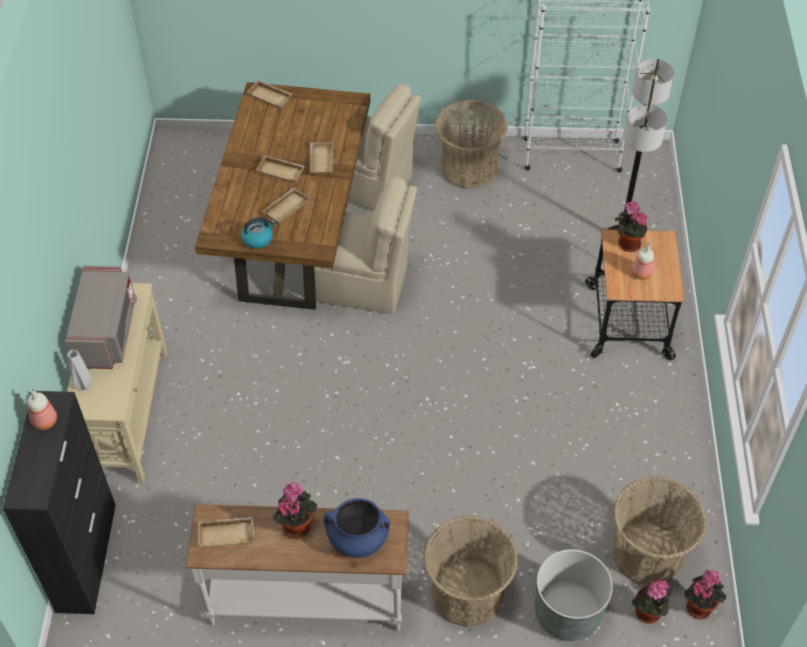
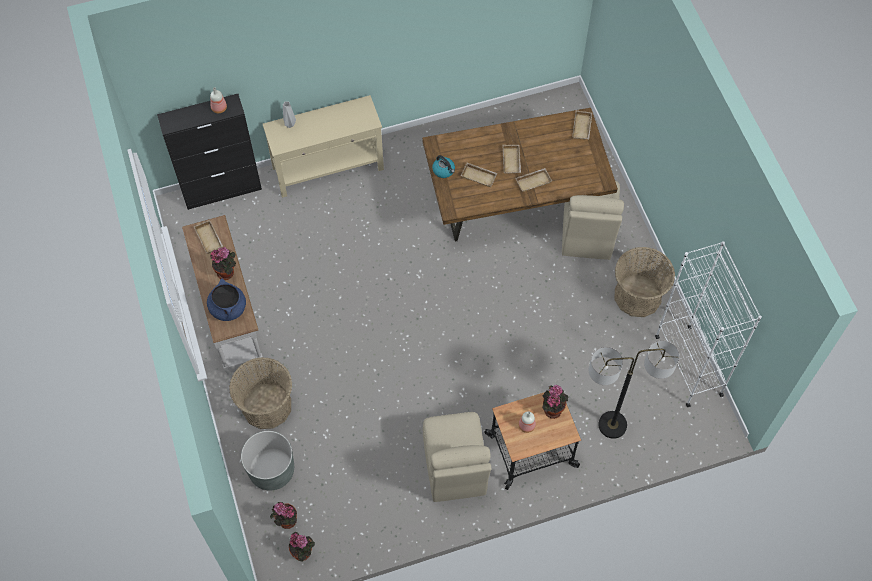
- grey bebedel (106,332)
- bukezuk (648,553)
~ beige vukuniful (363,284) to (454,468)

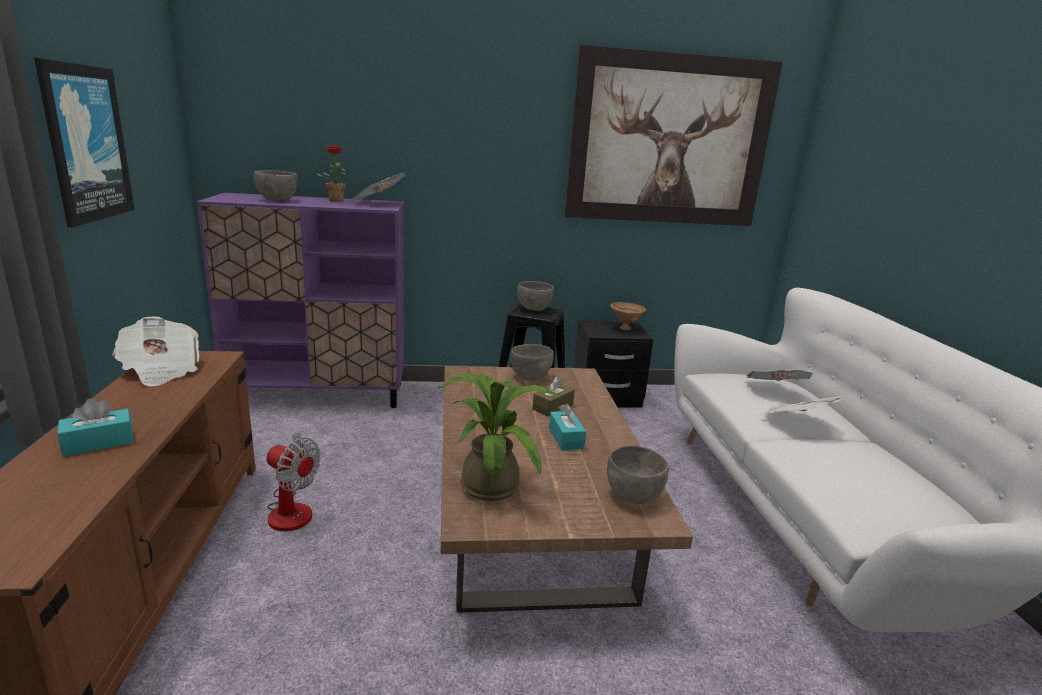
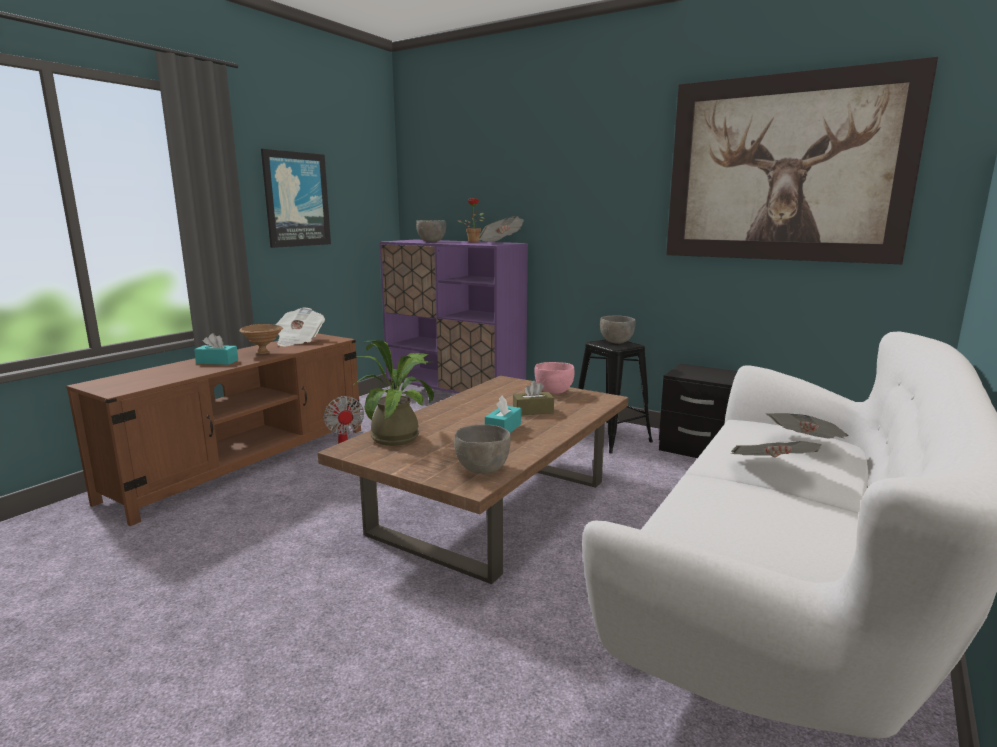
~ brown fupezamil (625,328) to (264,352)
~ grey fupezamil (530,377) to pink fupezamil (554,392)

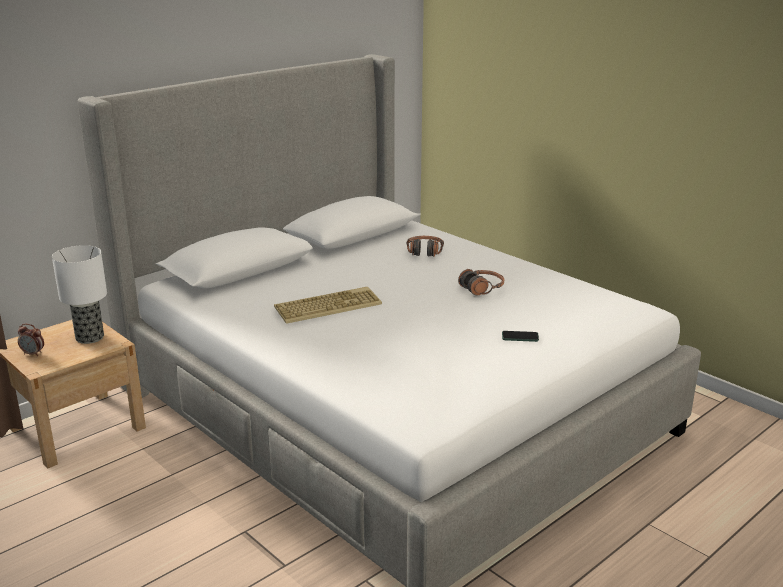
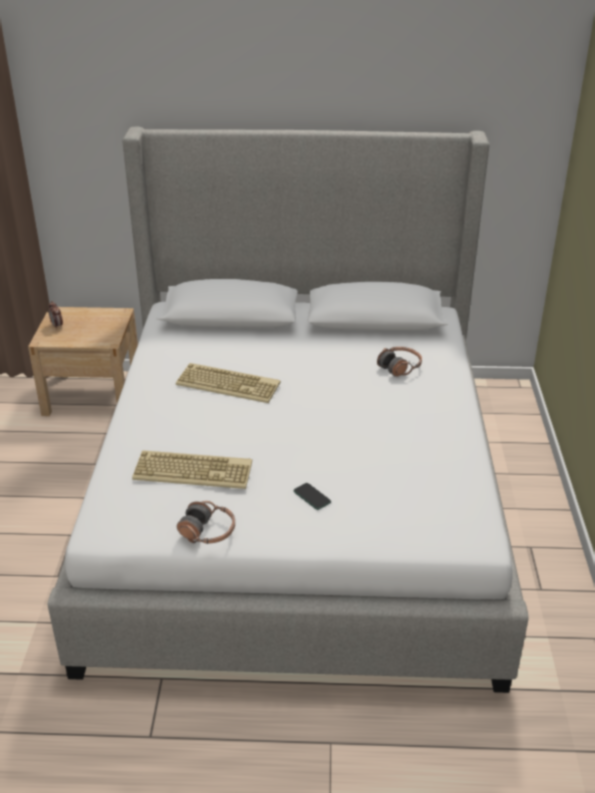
- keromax (90,338)
+ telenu (194,470)
~ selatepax (481,288) to (208,532)

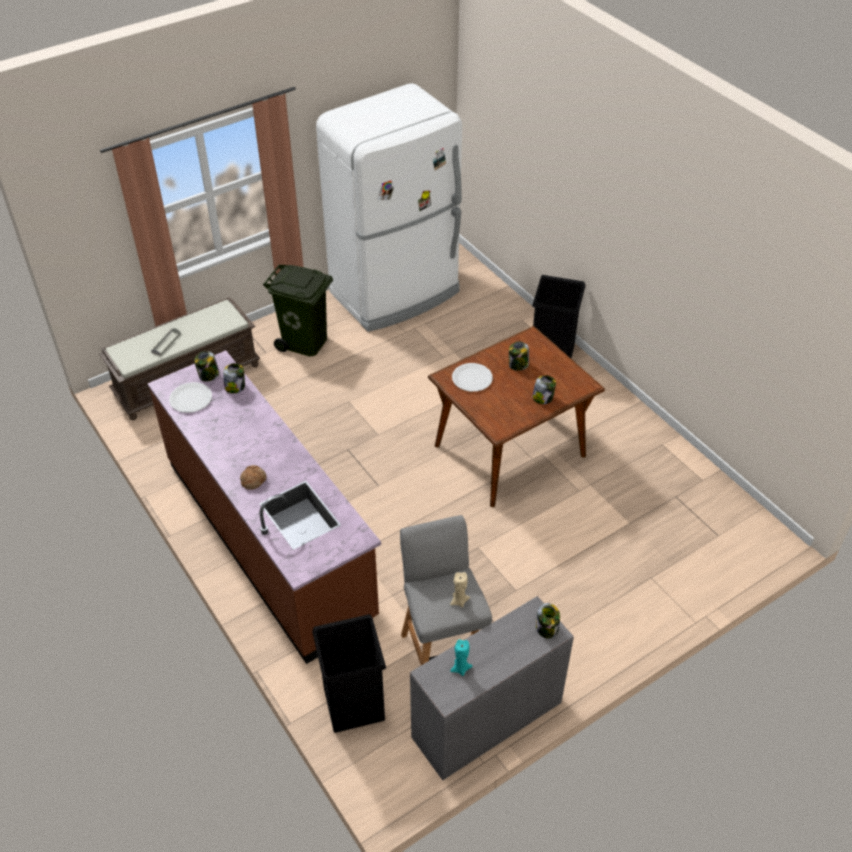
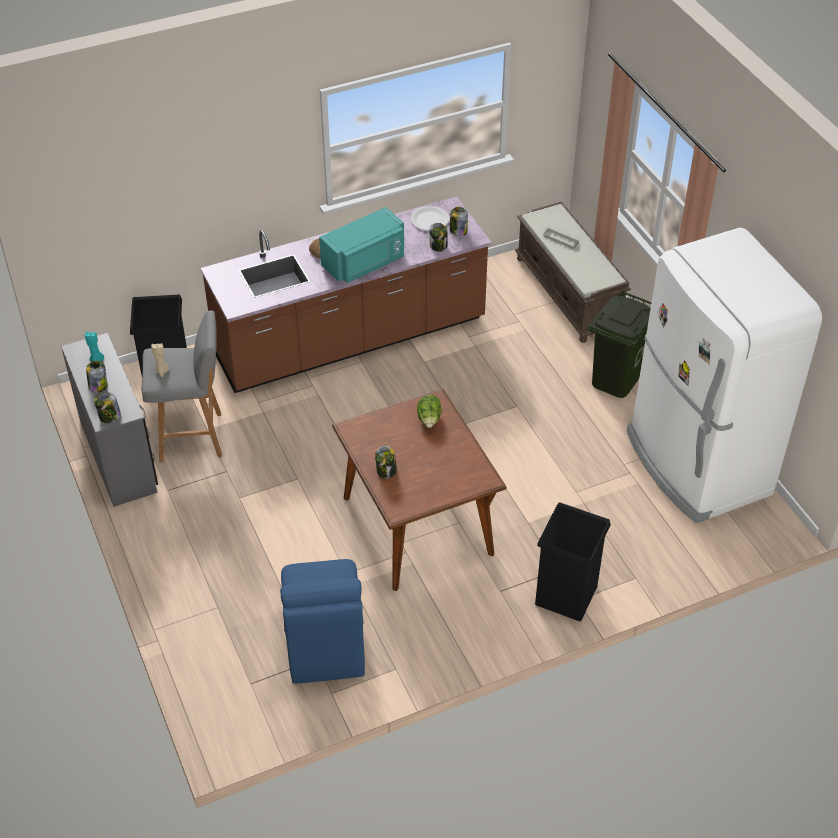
+ blue vukuniful (324,645)
+ turquoise bebedel (365,263)
~ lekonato (518,365) to (98,385)
~ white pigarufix (472,378) to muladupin (429,420)

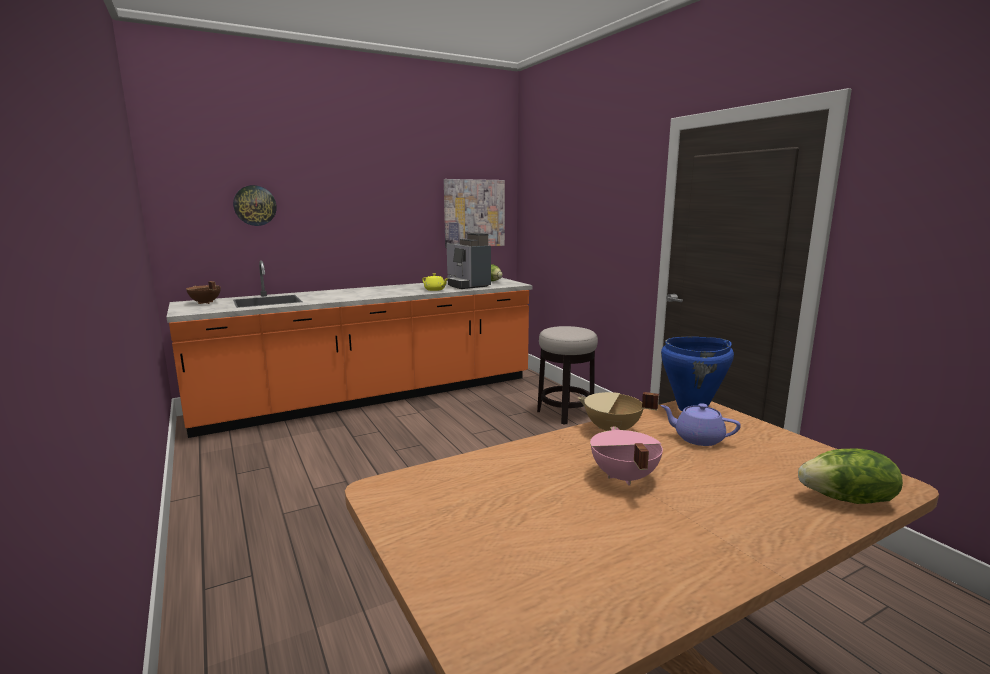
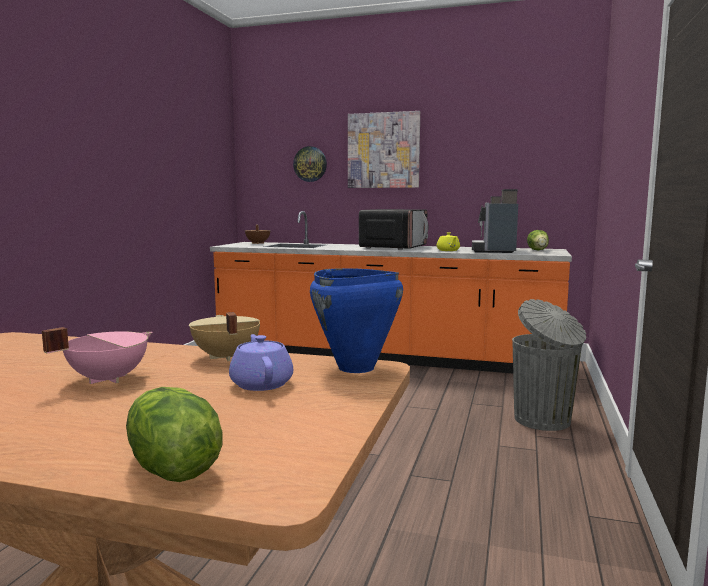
+ bebedel (394,247)
~ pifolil (474,213) to (383,150)
~ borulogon (565,413) to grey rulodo (543,420)

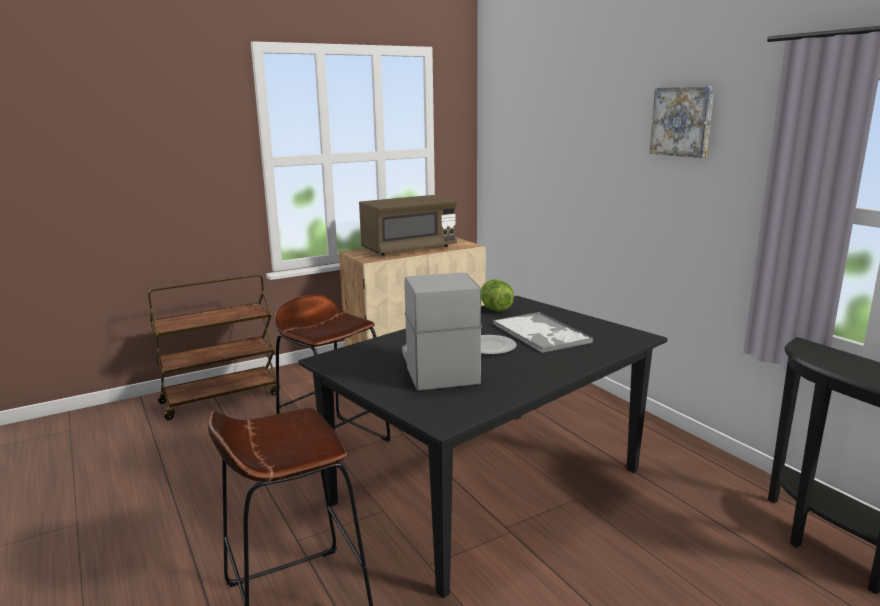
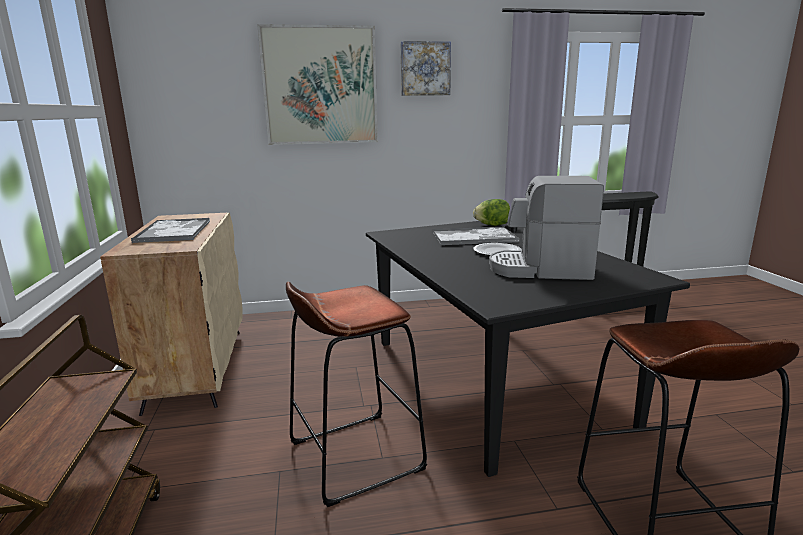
+ pifolil (320,86)
~ muladupin (495,309) to (492,225)
~ brown bebedel (409,249) to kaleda (174,231)

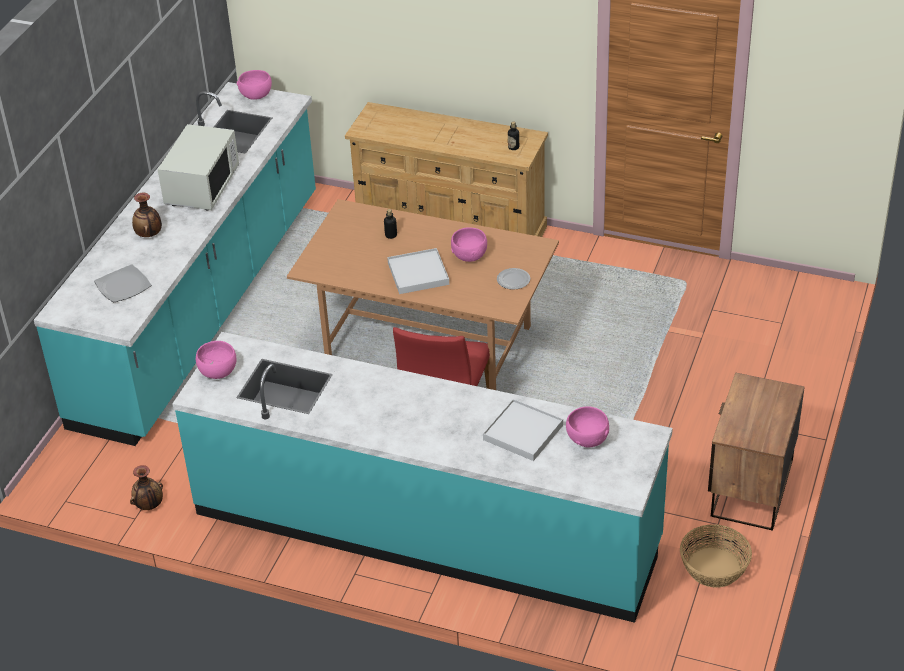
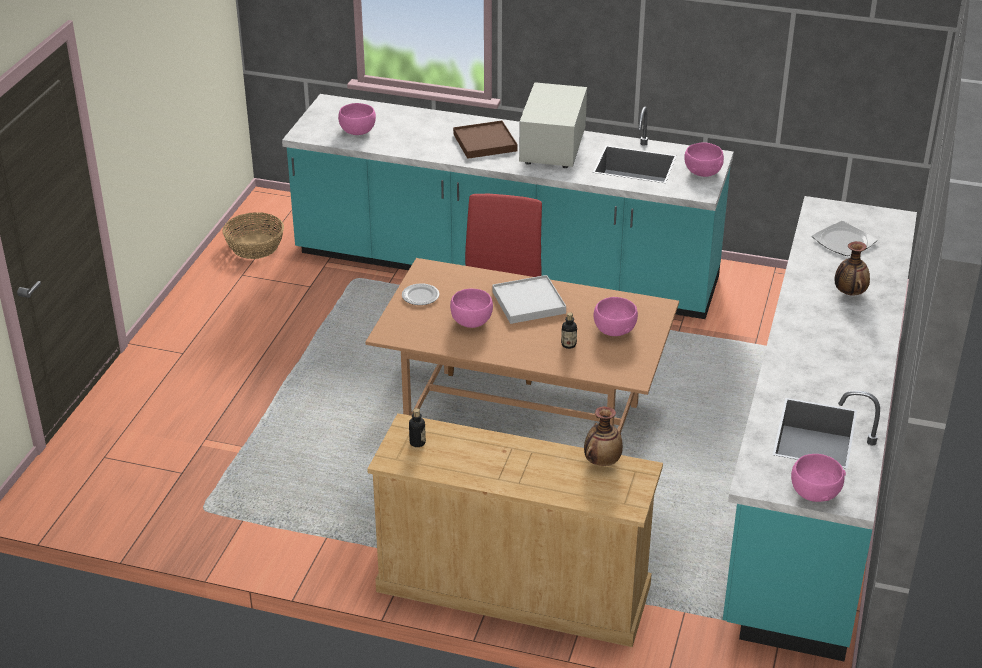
- white kaleda (522,432)
- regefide (749,488)
+ brown kaleda (485,143)
+ pink fupezamil (614,330)
~ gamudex (149,505) to (602,461)
~ white bebedel (202,187) to (553,148)

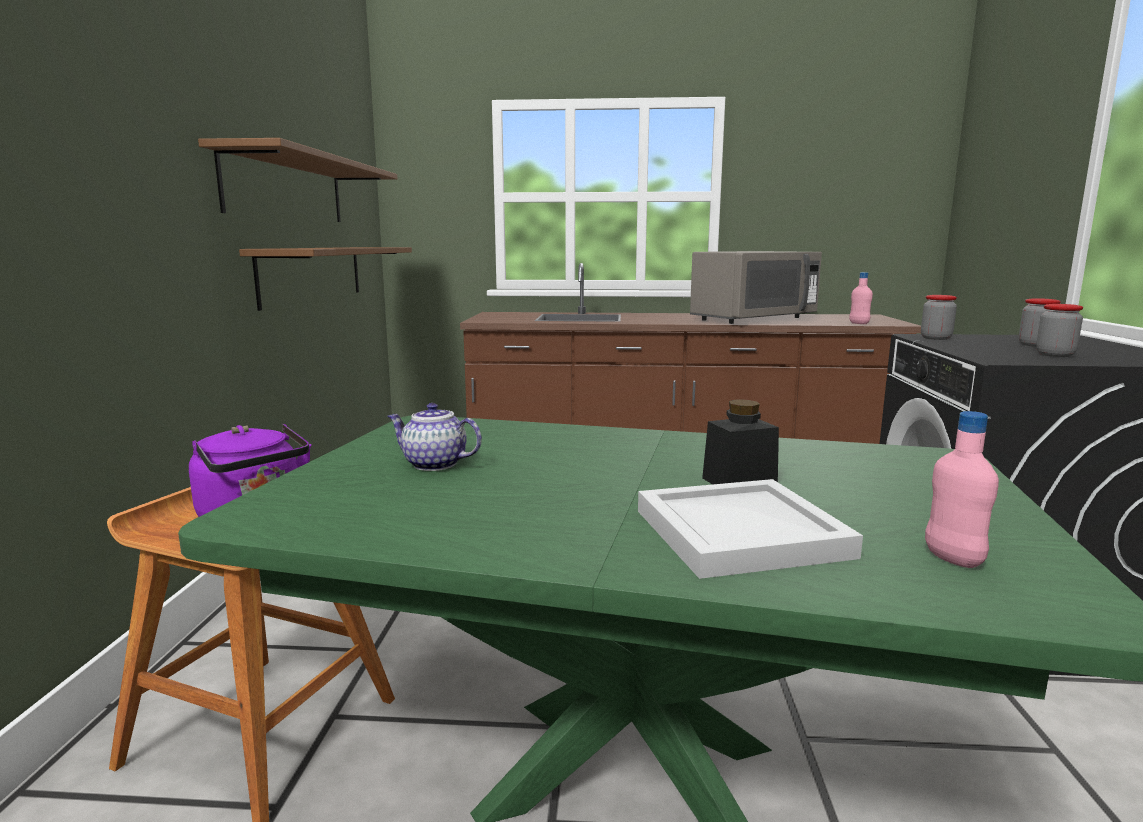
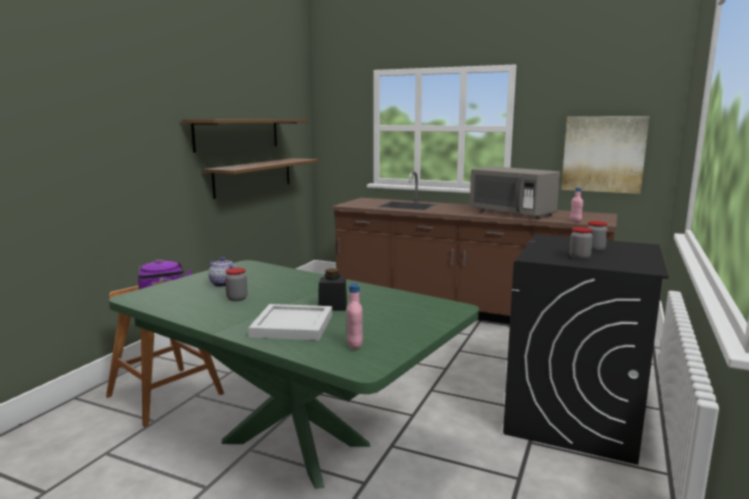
+ pifolil (603,154)
~ lekonato (936,338) to (237,298)
~ grey bebedel (753,319) = (512,213) 60 degrees clockwise

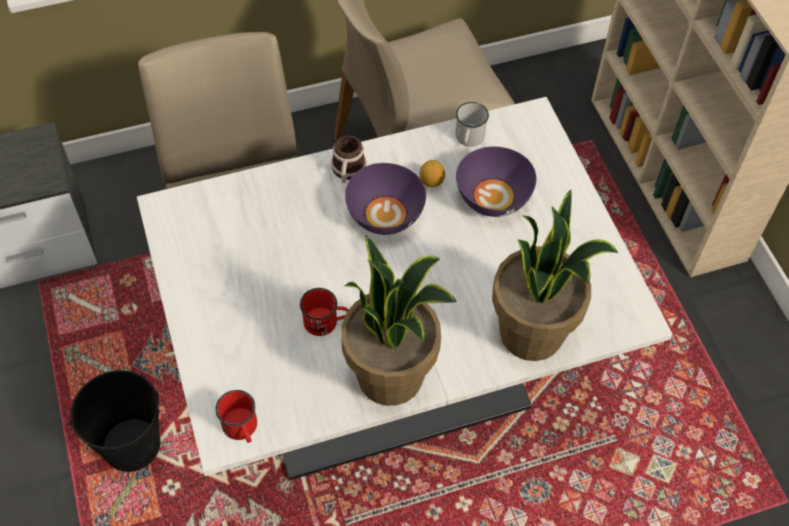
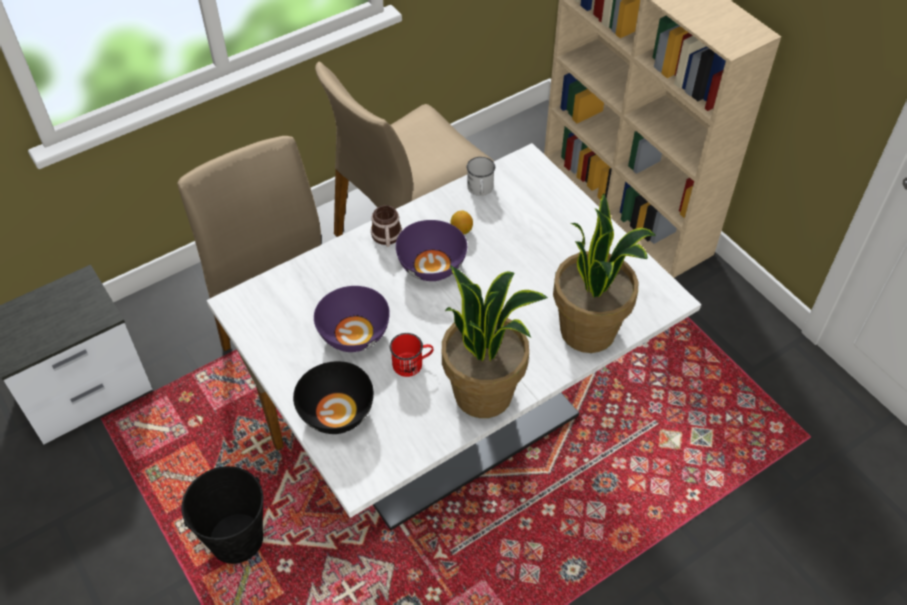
- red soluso (242,429)
+ black fupezamil (336,413)
~ purple fupezamil (492,198) to (353,334)

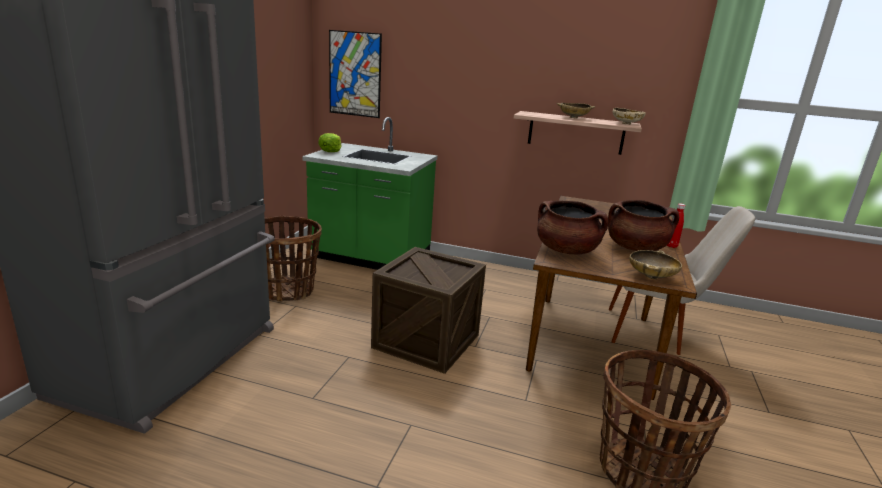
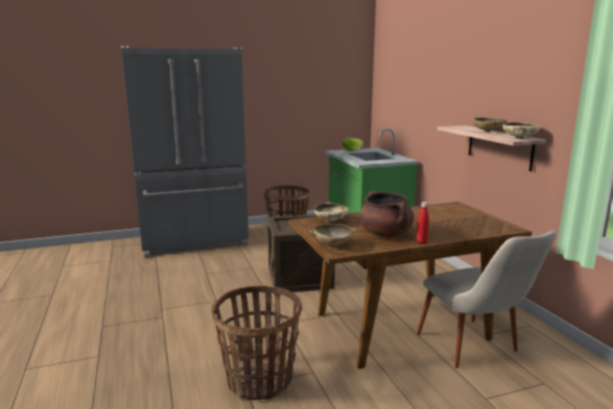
- pifolil (355,74)
~ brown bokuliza (566,250) to beige fupezamil (331,221)

